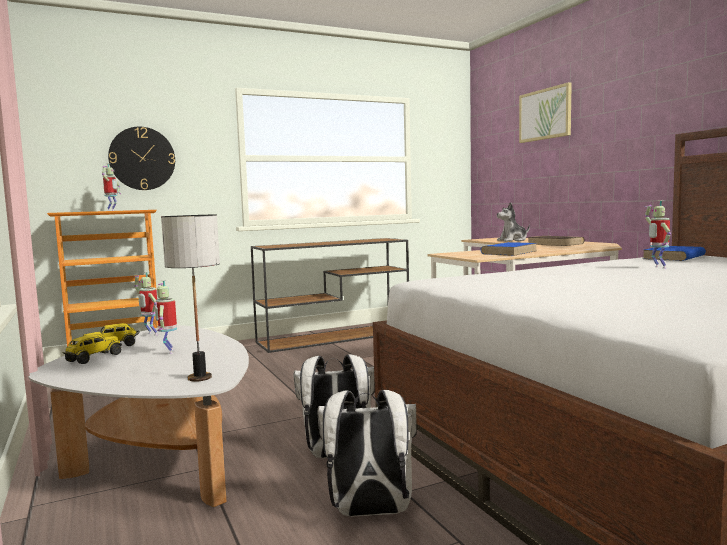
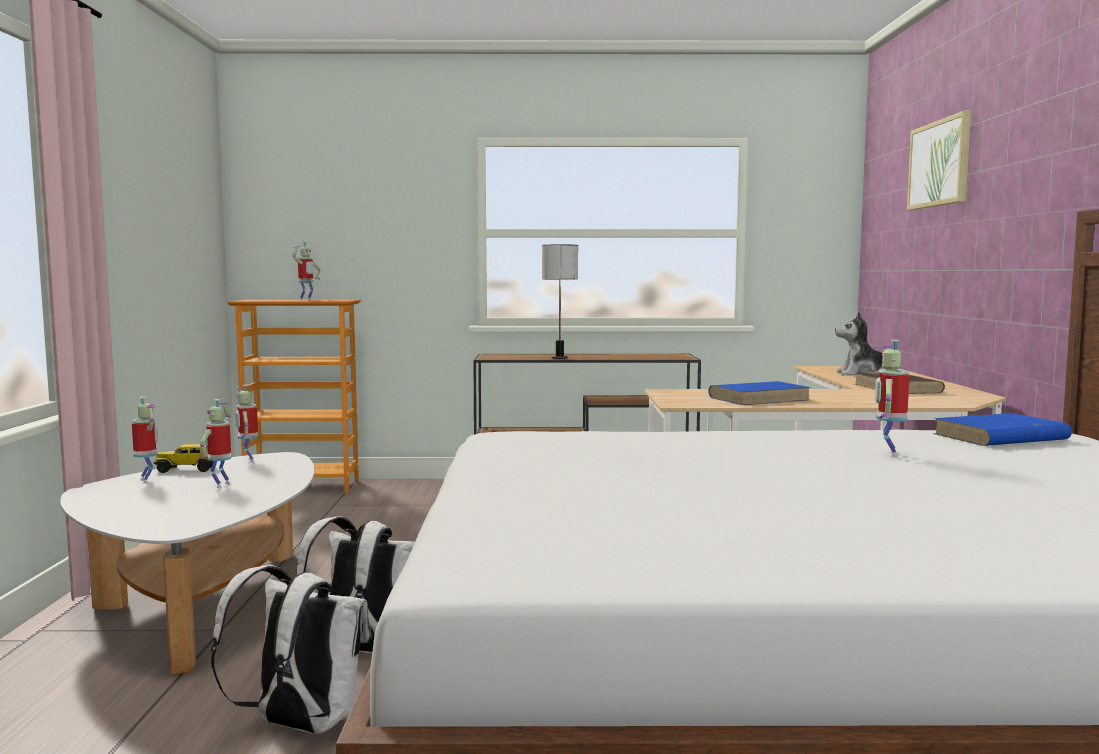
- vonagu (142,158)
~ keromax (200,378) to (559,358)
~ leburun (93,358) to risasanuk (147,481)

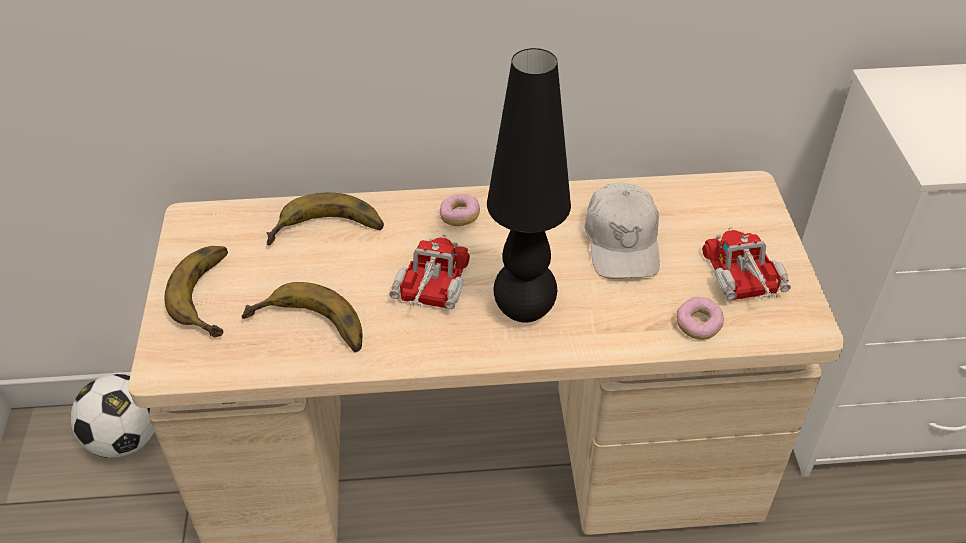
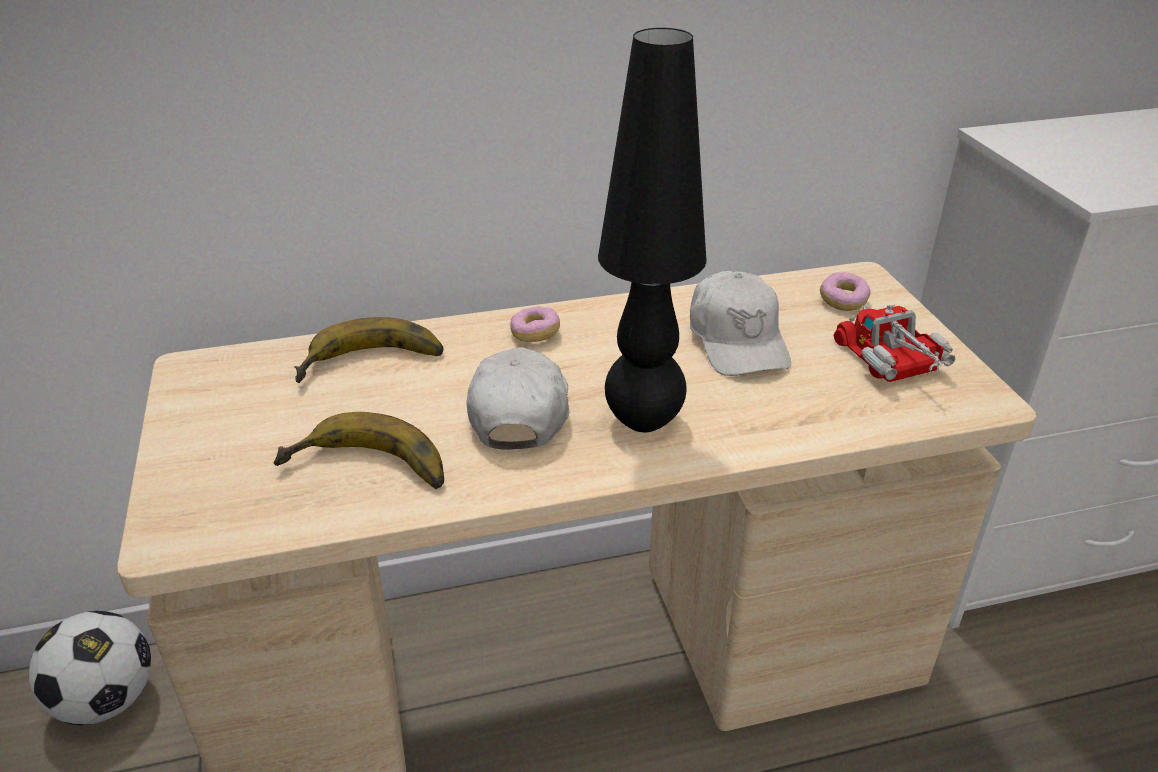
- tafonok (215,294)
~ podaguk (698,325) to (843,301)
~ leburun (431,290) to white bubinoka (520,411)

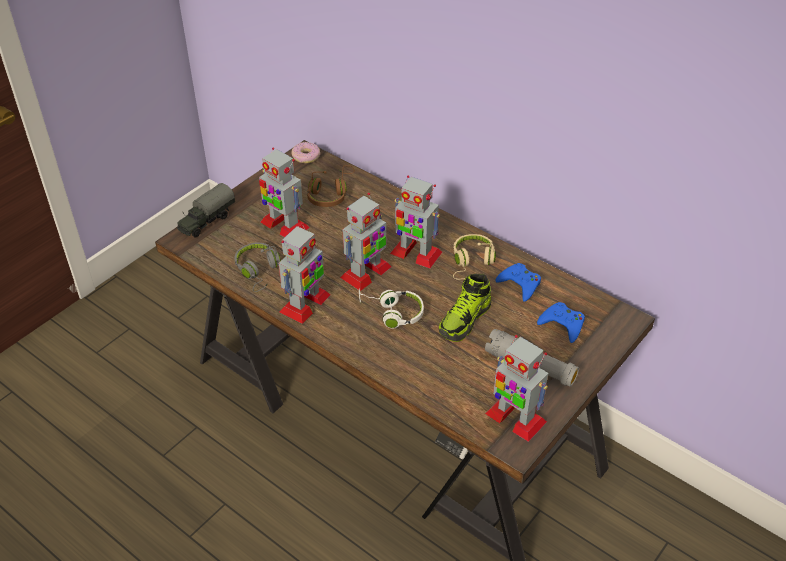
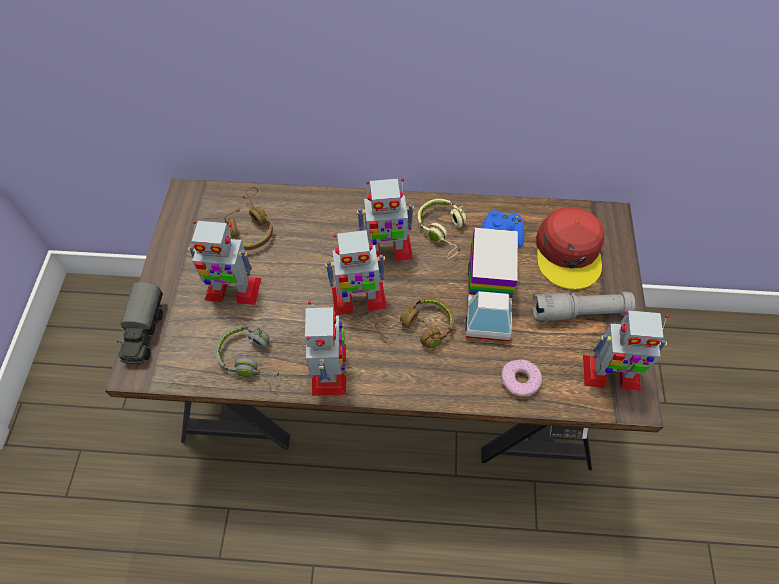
~ podaguk (306,156) to (520,381)
~ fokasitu (465,320) to leburun (488,297)
~ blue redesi (562,324) to red bubinoka (569,252)
~ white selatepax (391,313) to brown selatepax (418,329)
~ risasanuk (365,273) = (358,298) 75 degrees clockwise

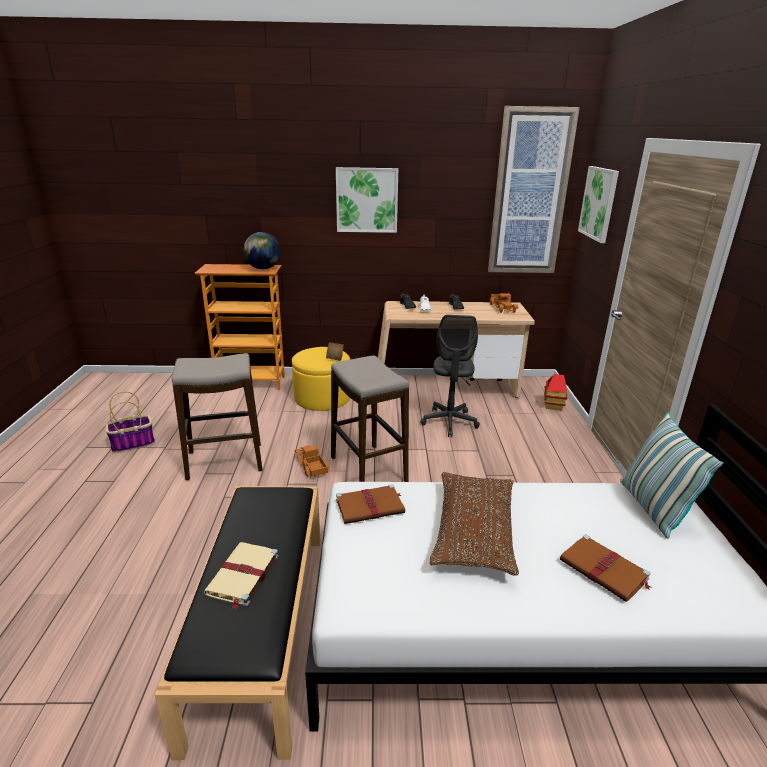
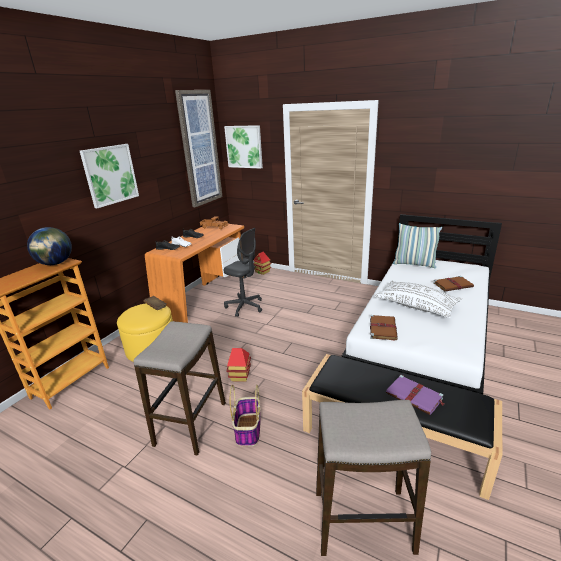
~ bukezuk (133,443) to (248,429)
~ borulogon (368,470) to (363,522)
~ leburun (311,465) to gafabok (240,376)
~ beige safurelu (242,576) to purple safurelu (415,396)
~ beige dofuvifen (446,388) to orange dofuvifen (204,295)
~ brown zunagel (473,532) to white zunagel (416,306)

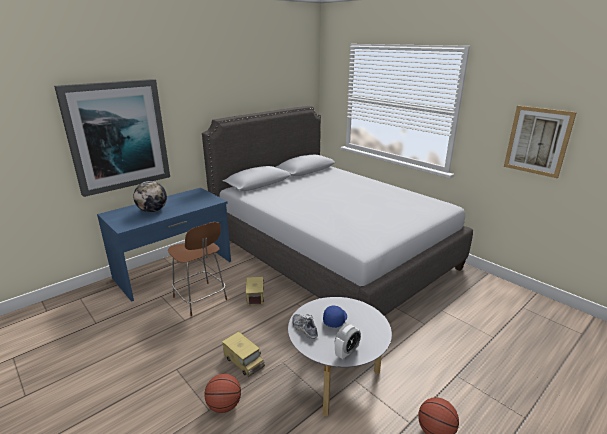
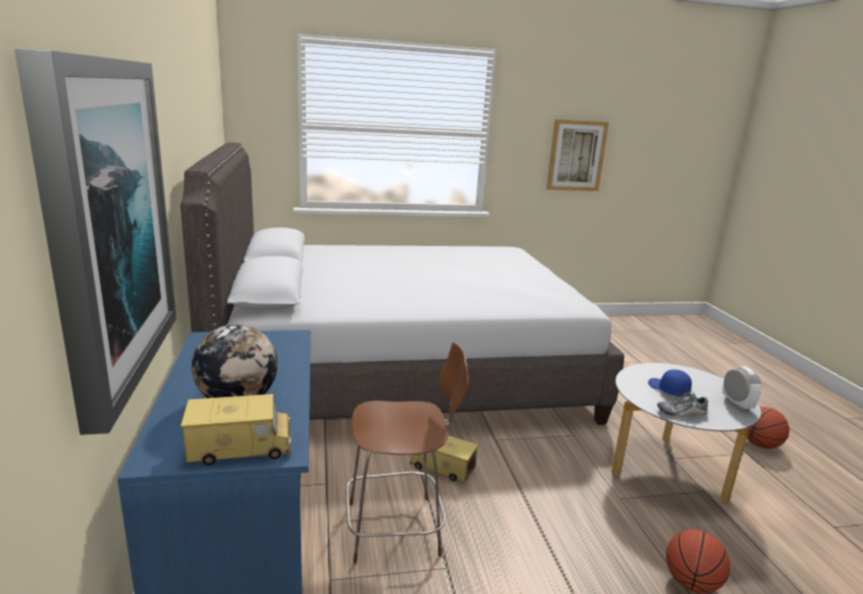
~ leburun (243,361) to (240,447)

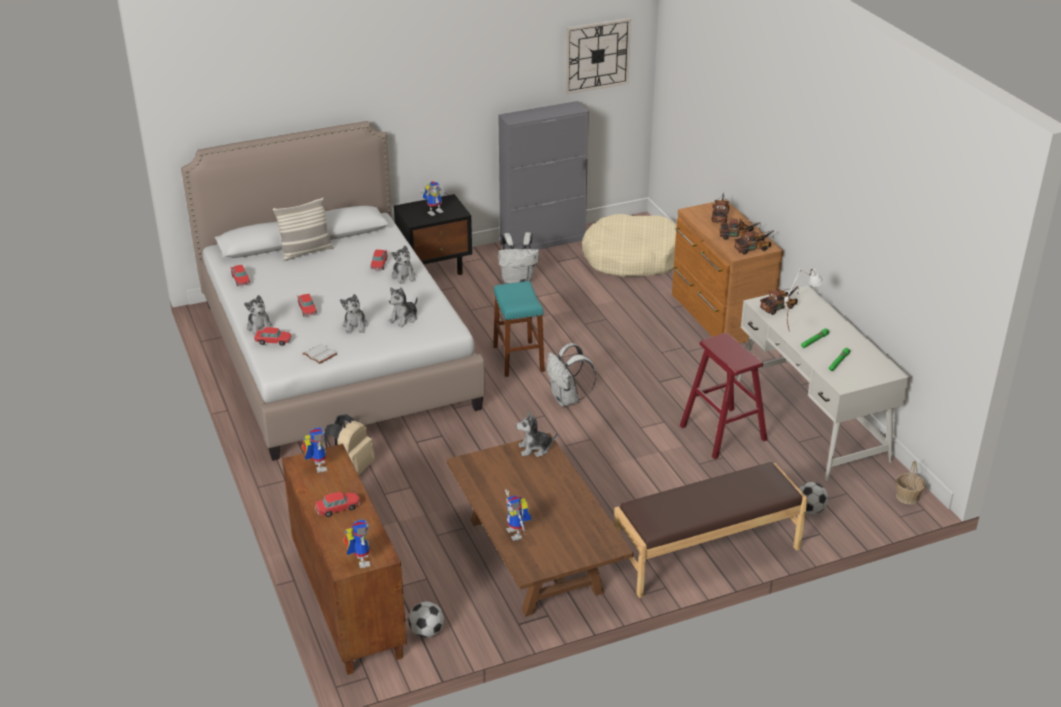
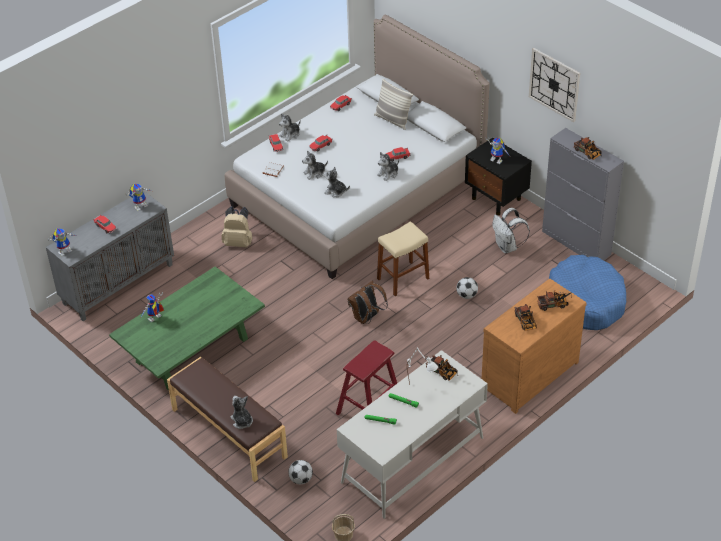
~ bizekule (426,632) to (466,295)
~ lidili (535,449) to (242,421)
~ vonagu (597,55) to (554,84)
~ leburun (754,248) to (588,153)
~ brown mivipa (347,603) to grey mivipa (118,283)
~ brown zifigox (535,556) to green zifigox (192,350)
~ turquoise borulogon (518,359) to beige borulogon (403,278)
~ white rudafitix (567,399) to brown rudafitix (366,318)
~ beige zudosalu (632,258) to blue zudosalu (586,300)

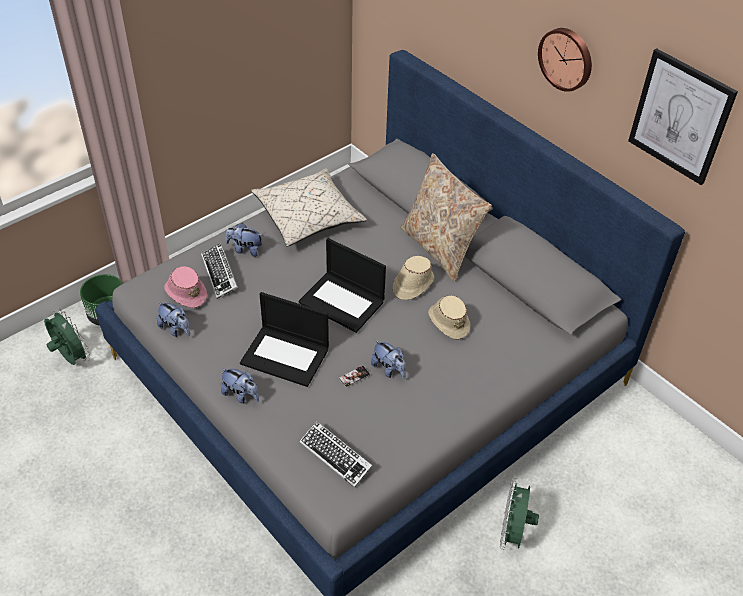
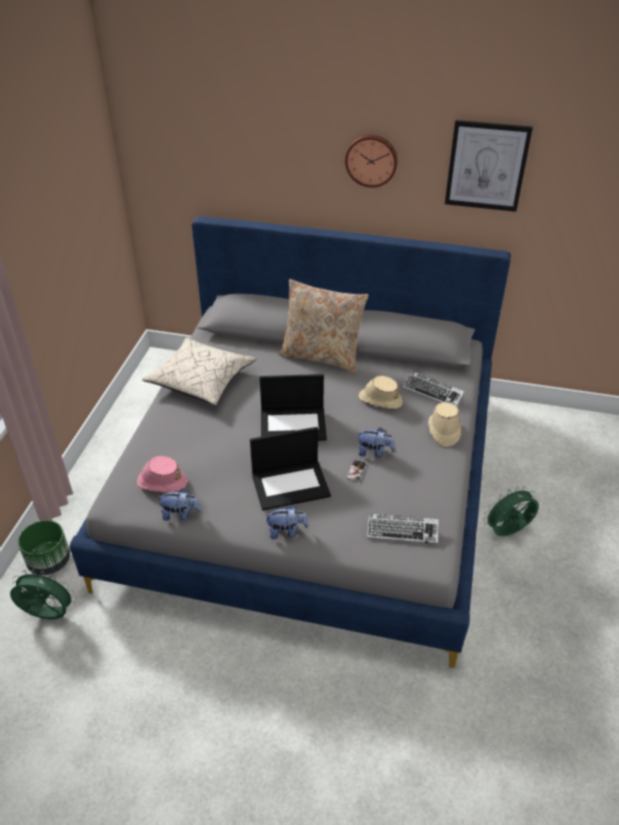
- lidili (245,249)
~ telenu (220,274) to (432,392)
~ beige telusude (412,284) to (443,430)
~ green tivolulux (512,533) = (507,532) 90 degrees clockwise

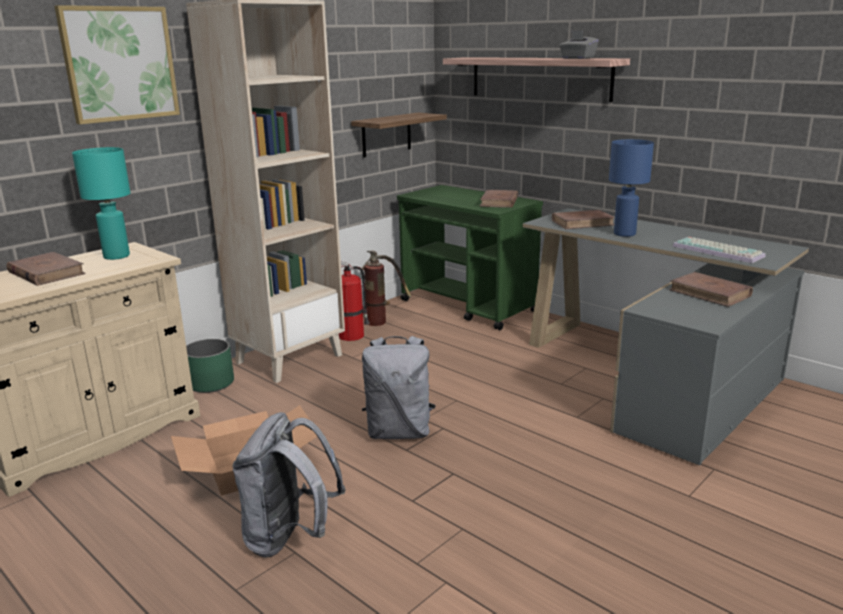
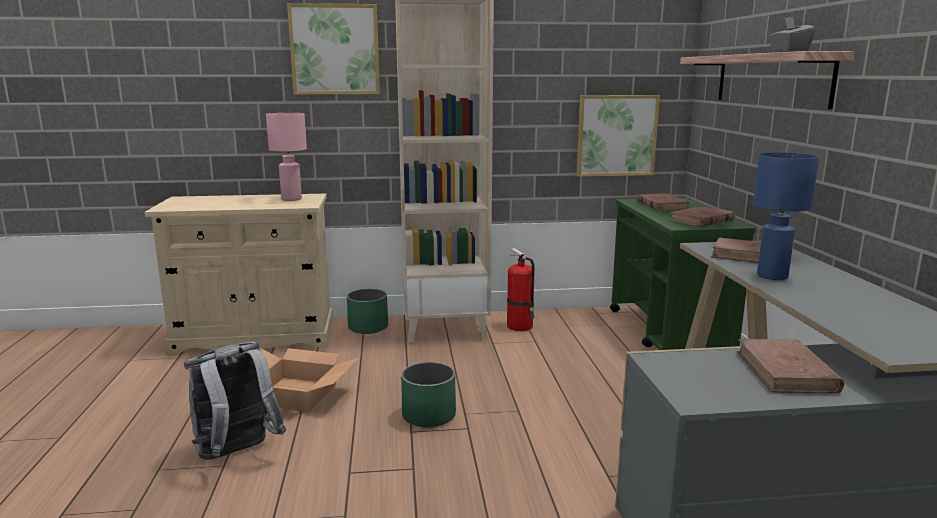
- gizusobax (382,319)
- telenu (719,251)
~ brown safurelu (46,273) to (662,205)
~ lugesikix (386,134) to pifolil (616,135)
~ grey rudafitix (399,432) to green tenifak (429,415)
~ turquoise keromax (117,256) to pink keromax (292,199)

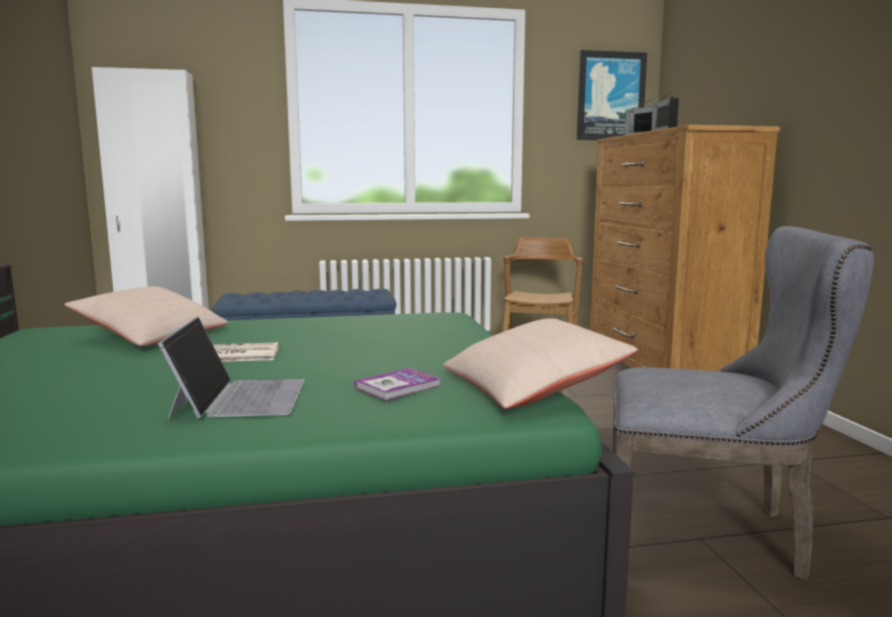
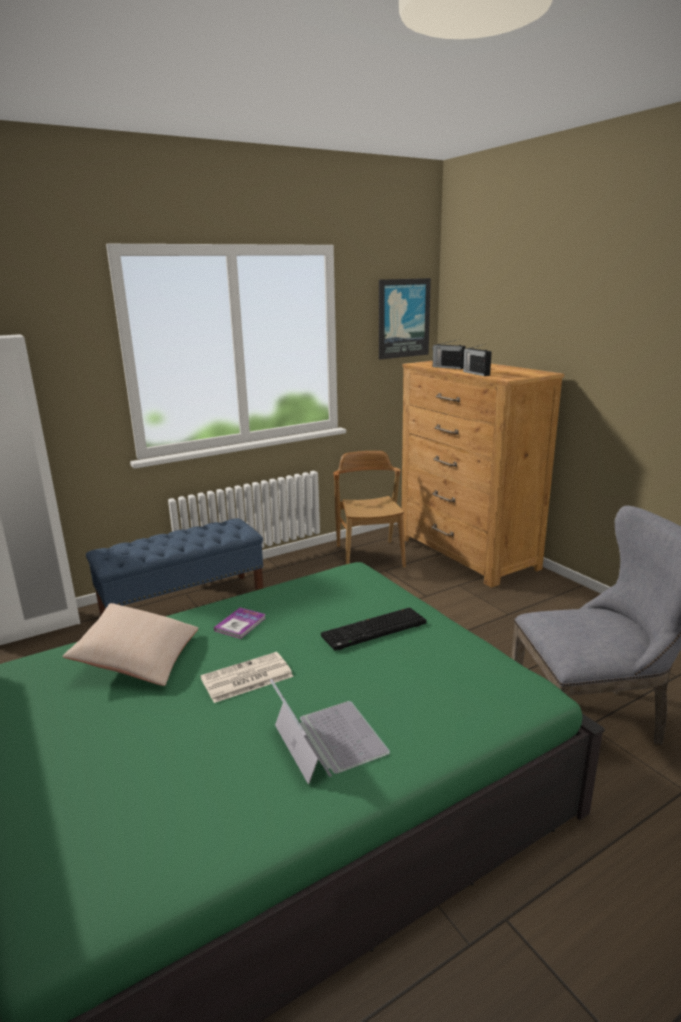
- beige zunagel (532,387)
+ telenu (374,631)
~ safurelu (398,386) to (240,624)

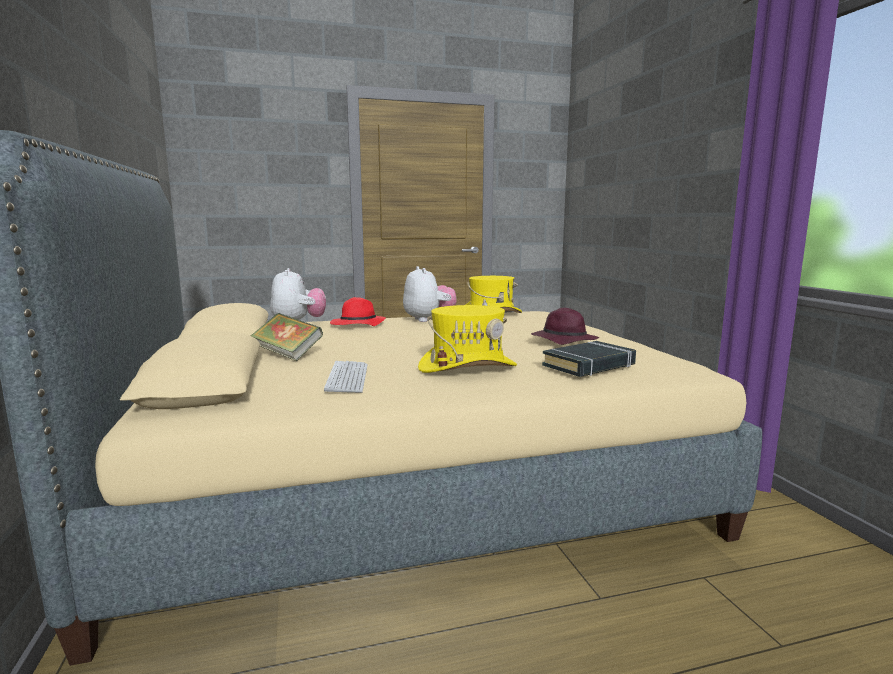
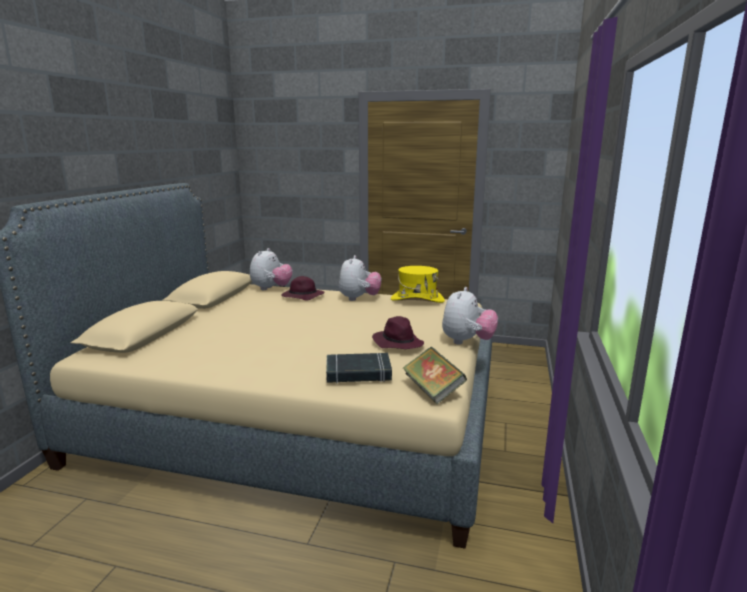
- telenu (347,378)
- yellow telusude (467,367)
+ lidili (467,342)
~ safurelu (288,355) to (433,390)
~ red telusude (357,325) to purple telusude (302,297)

